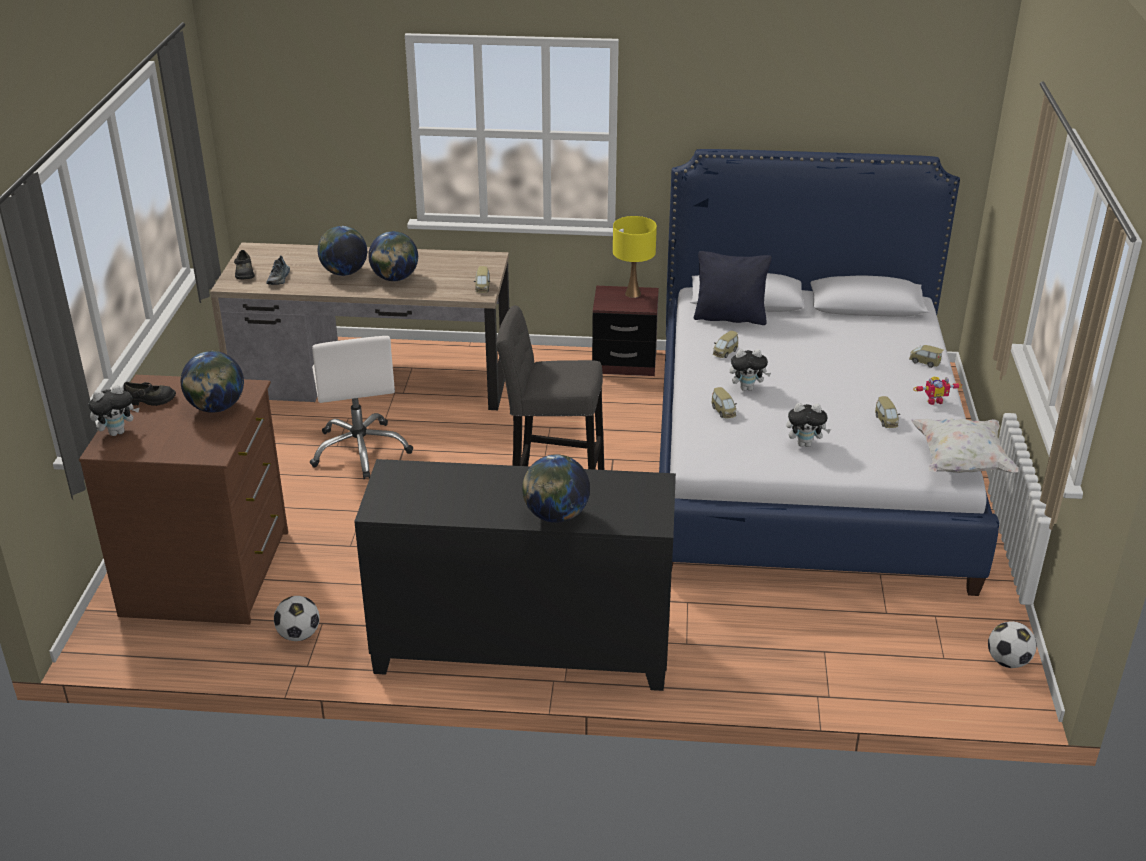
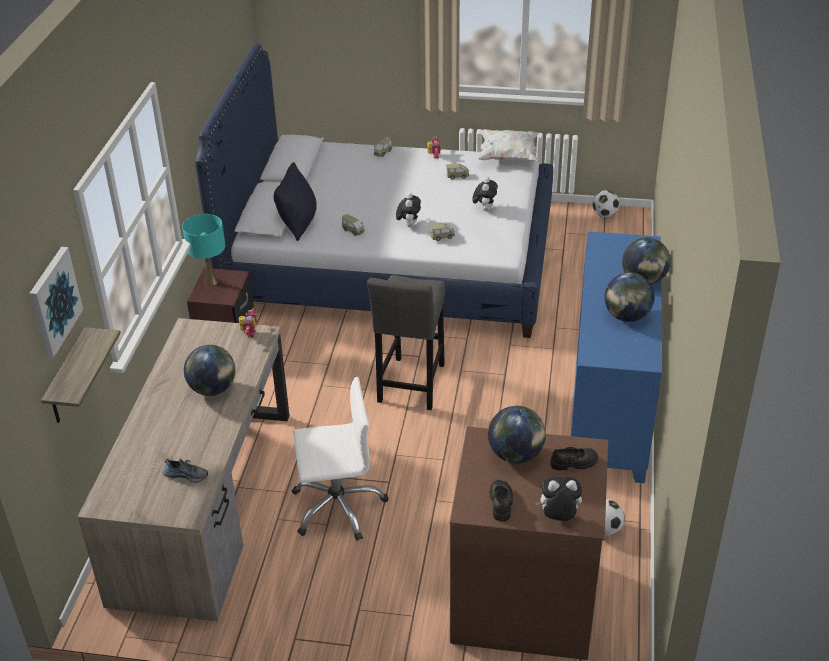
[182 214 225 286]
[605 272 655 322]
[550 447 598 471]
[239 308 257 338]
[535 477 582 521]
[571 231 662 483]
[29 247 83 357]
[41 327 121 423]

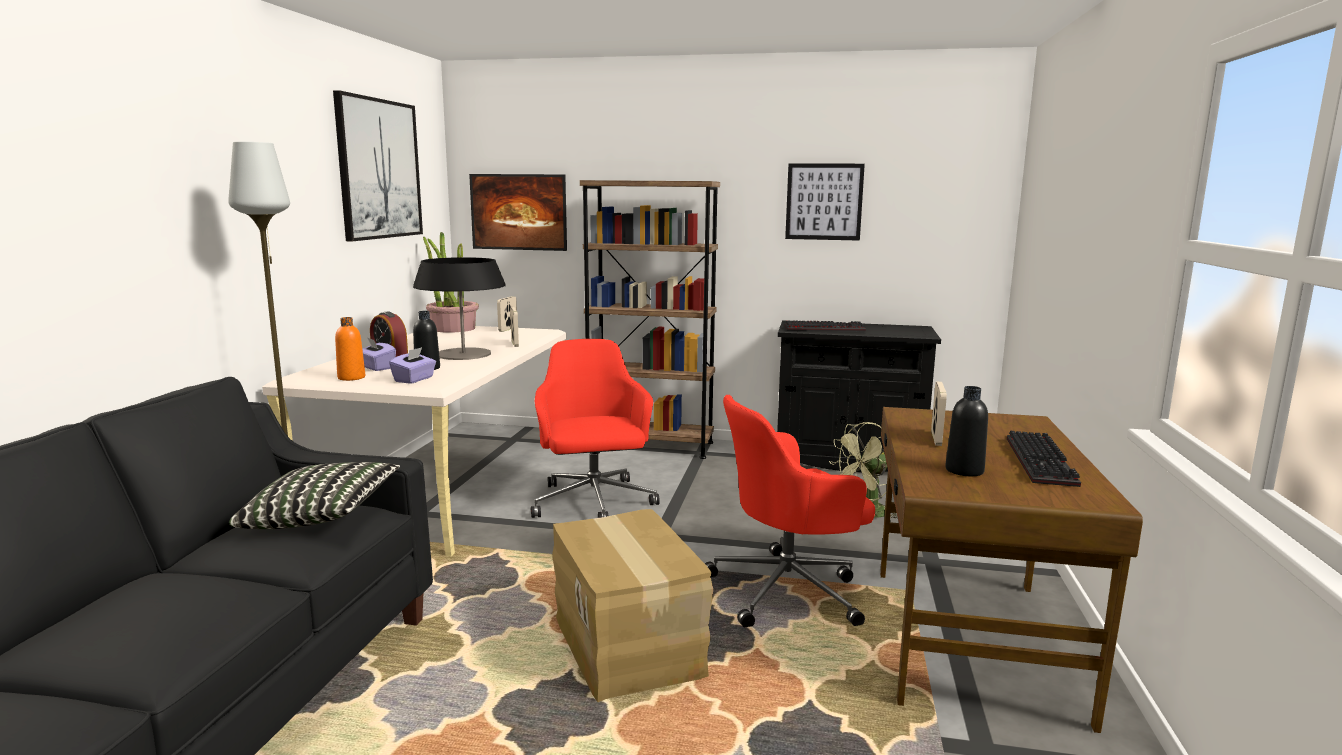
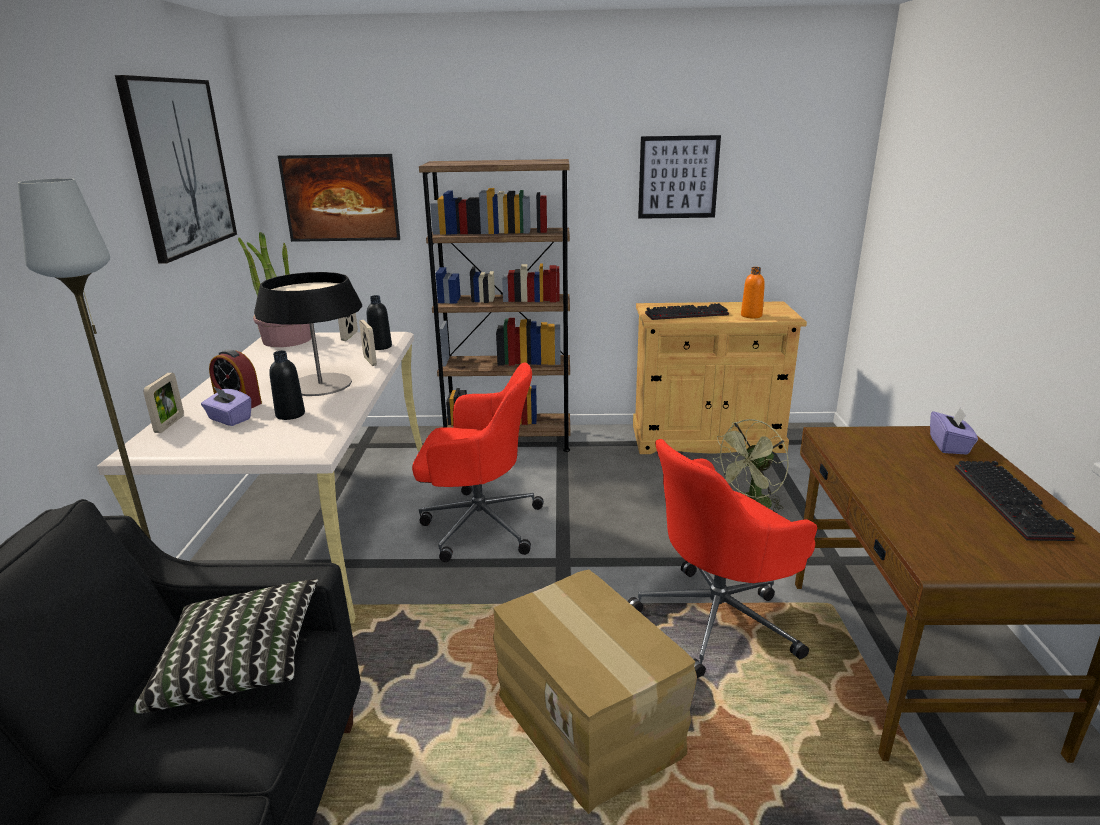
[741 267 765 318]
[633 301 807 454]
[412 363 543 562]
[930 407 978 455]
[143 373 184 433]
[367 295 392 350]

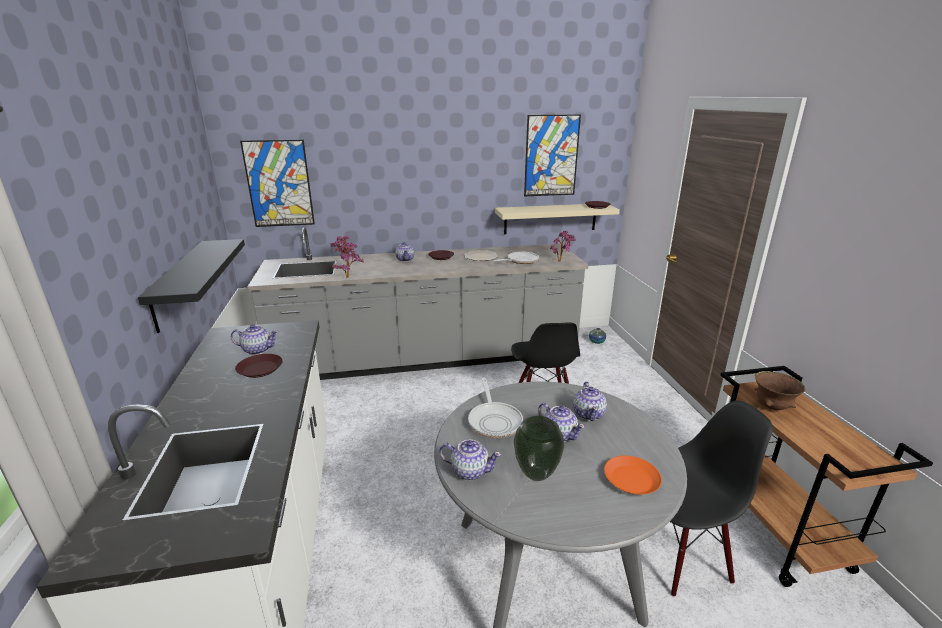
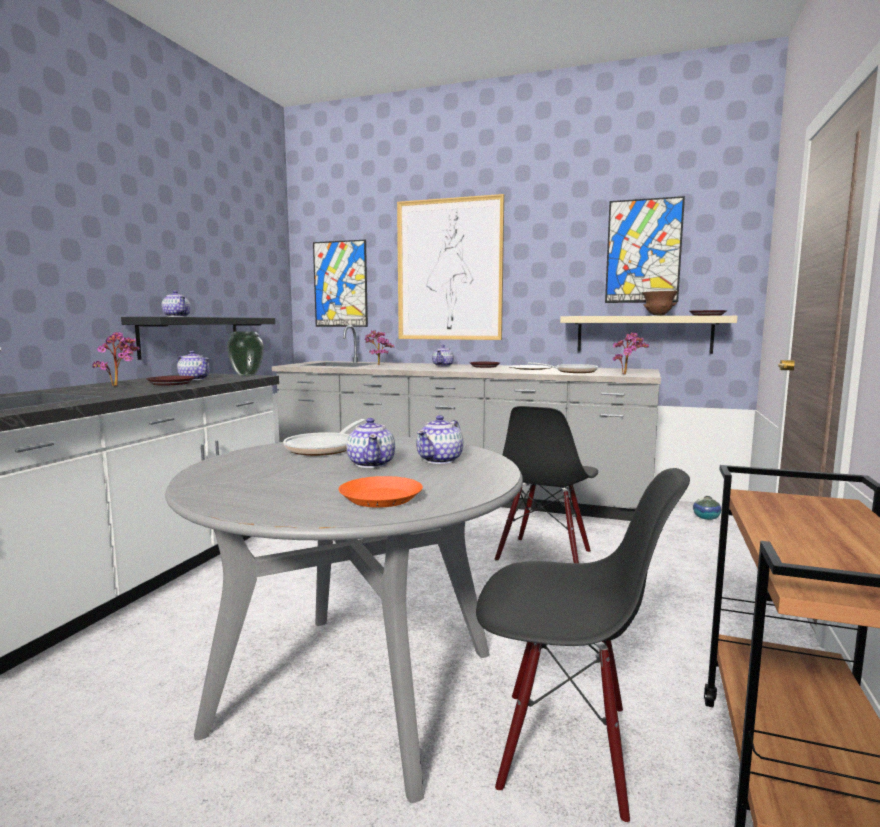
[92 332 140 386]
[642 291 678 316]
[227 331 264 377]
[162 291 191 317]
[397 194 504 340]

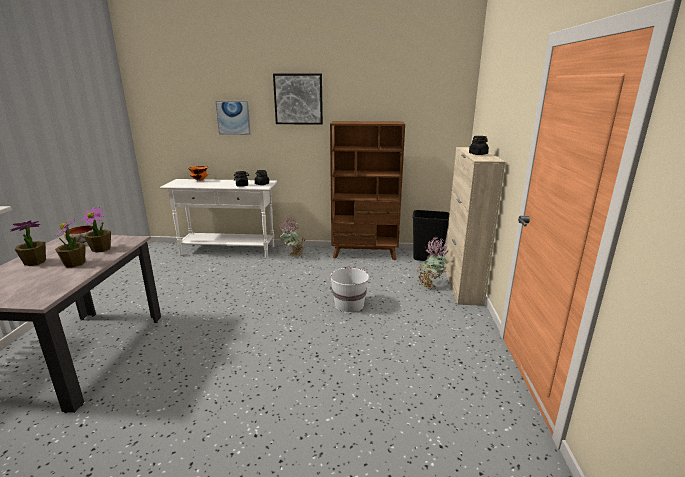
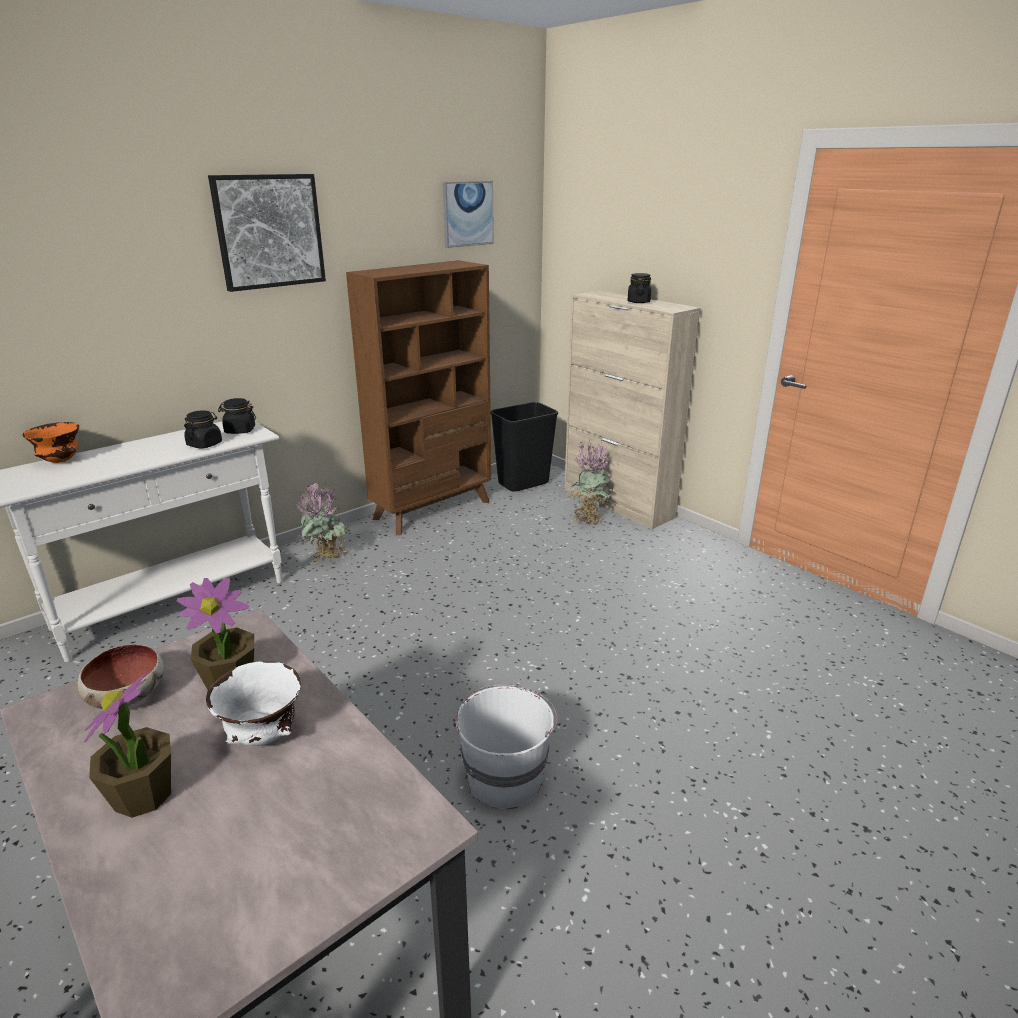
[443 181 494 248]
[206 661 301 746]
[456 684 558 809]

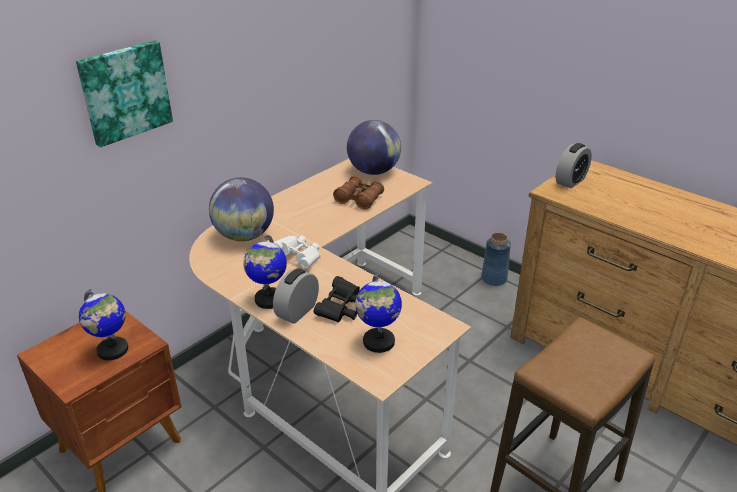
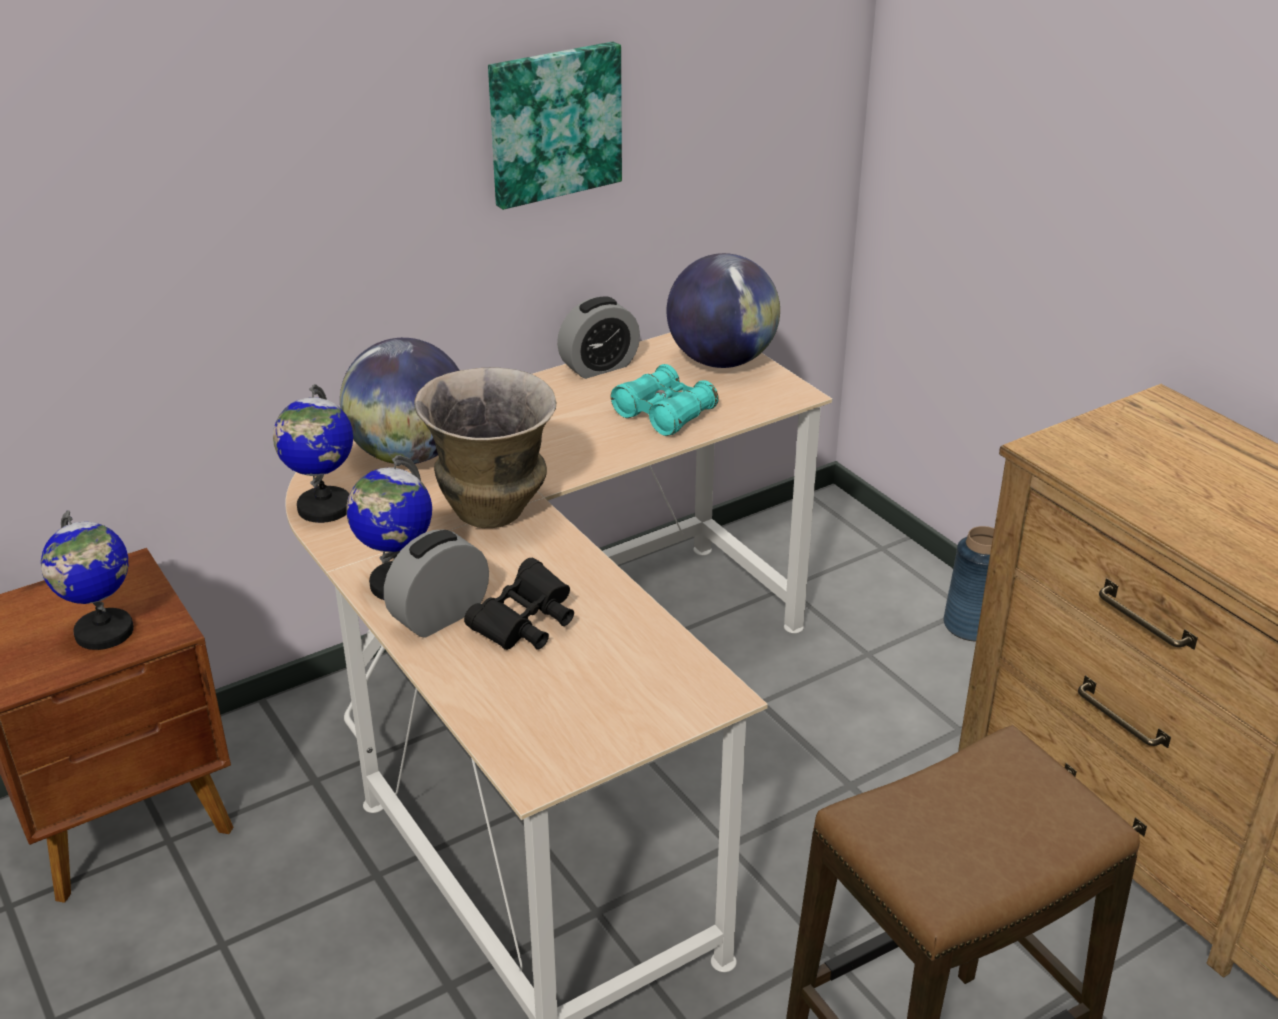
[488 42 622 210]
[557 296 640 379]
[611 364 719 436]
[414 367 556 528]
[273 384 353 523]

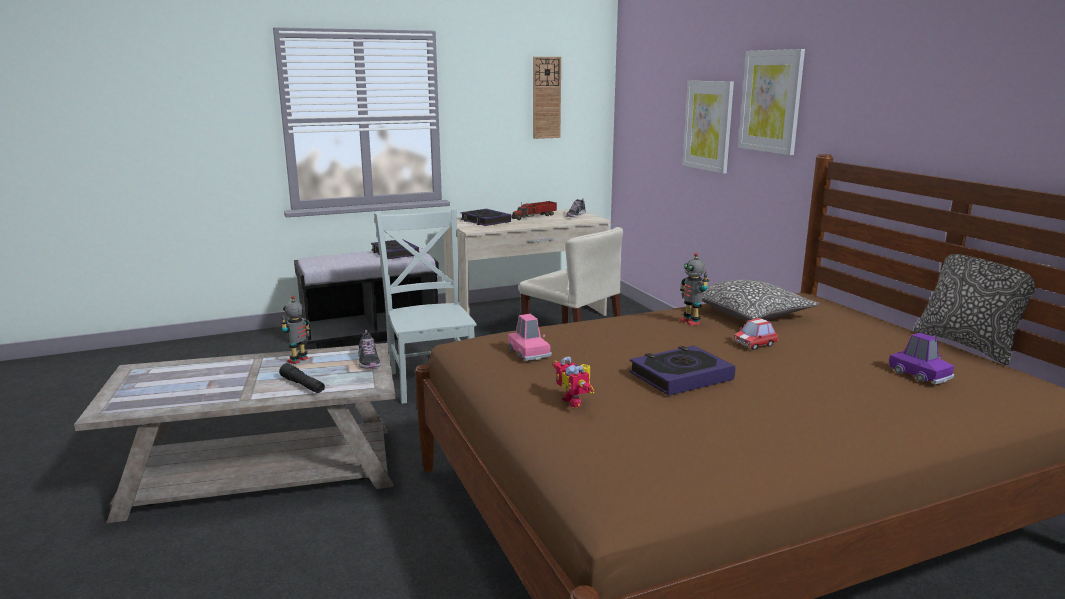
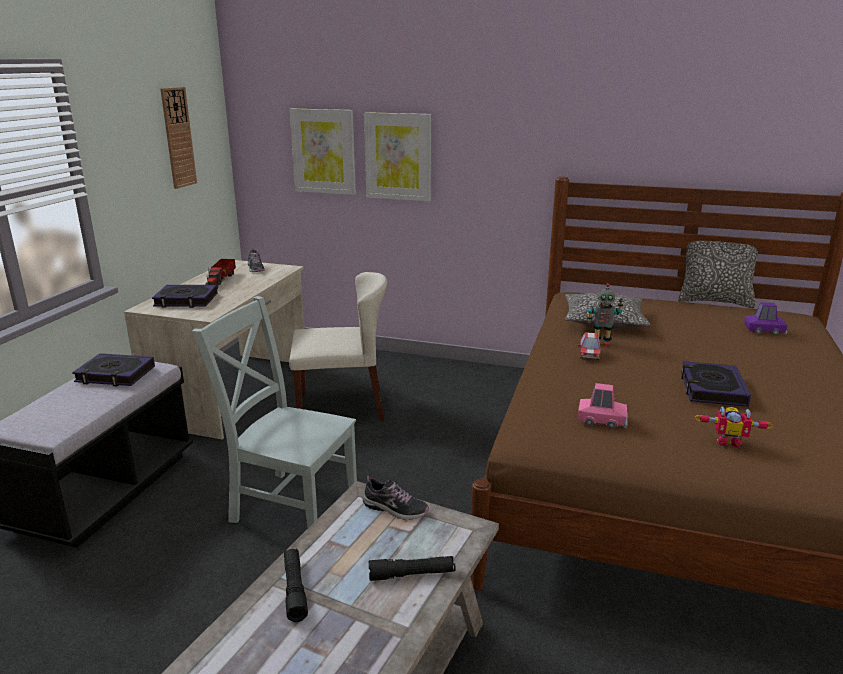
[289 109 356 195]
[281 296 311 364] (first image)
[578 332 603 360]
[284 548 308 622]

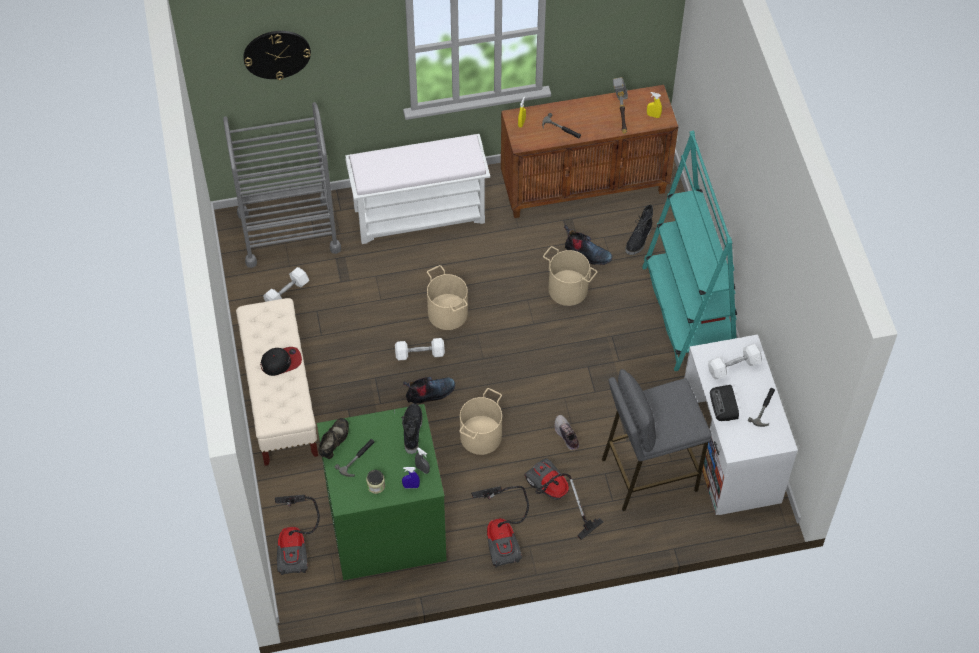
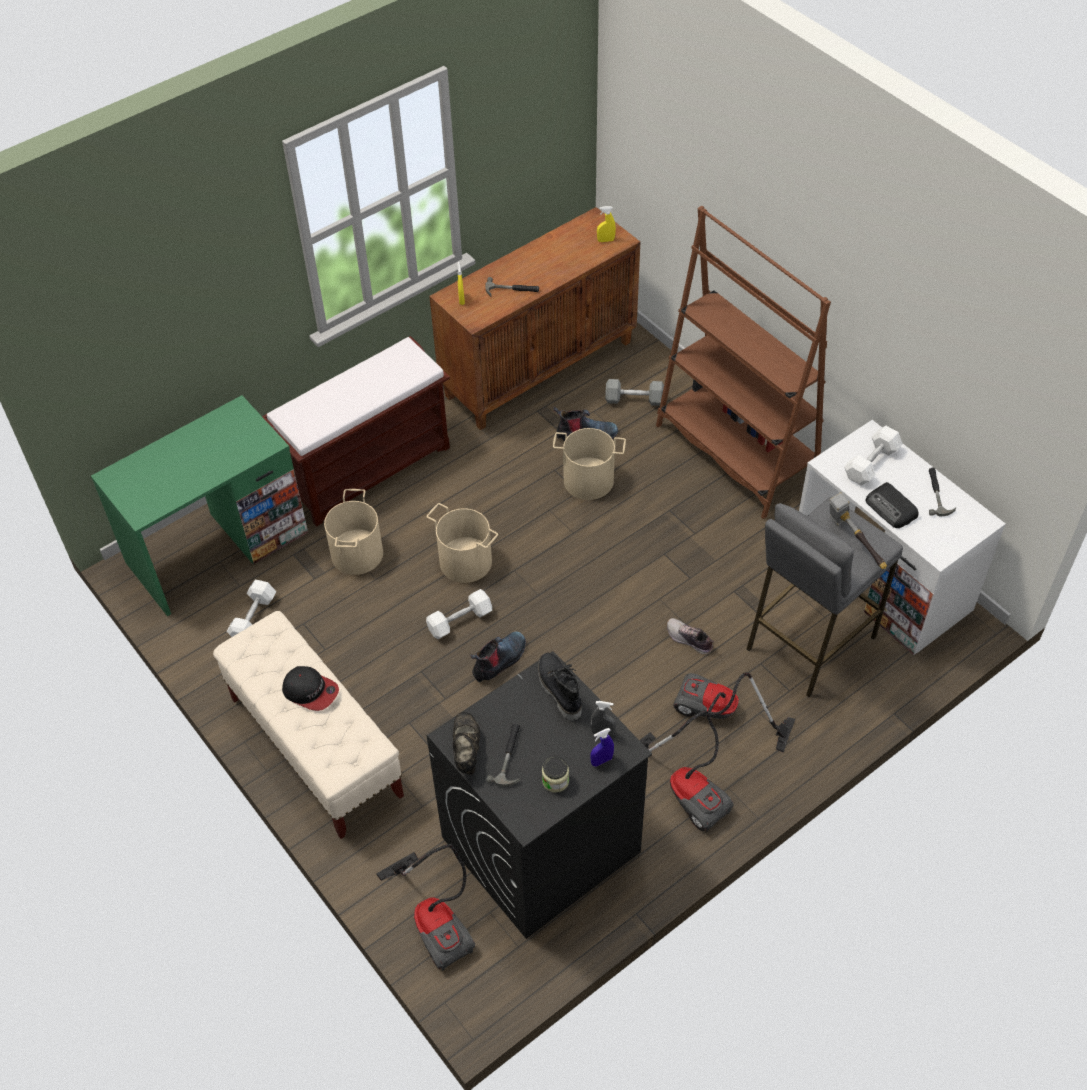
[243 31 311 80] (first image)
[830 492 887 569]
[91 395 308 616]
[656 205 831 519]
[262 336 450 527]
[605 379 664 406]
[282 666 339 711]
[324 489 383 575]
[427 651 652 939]

